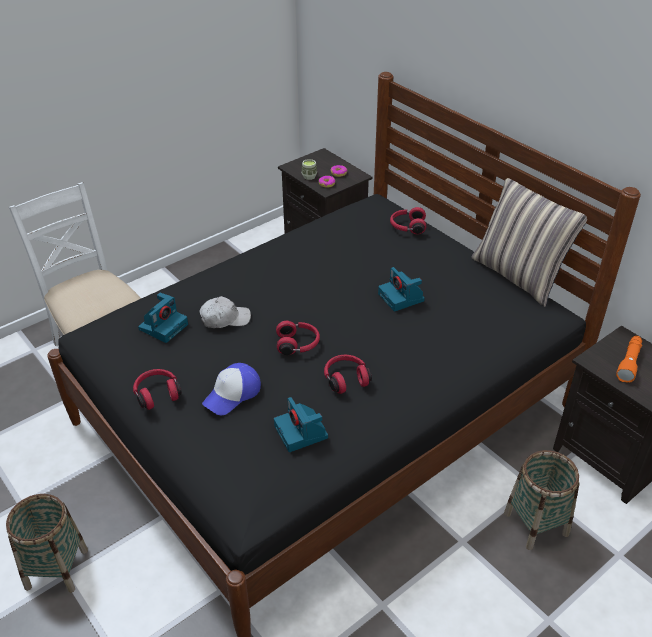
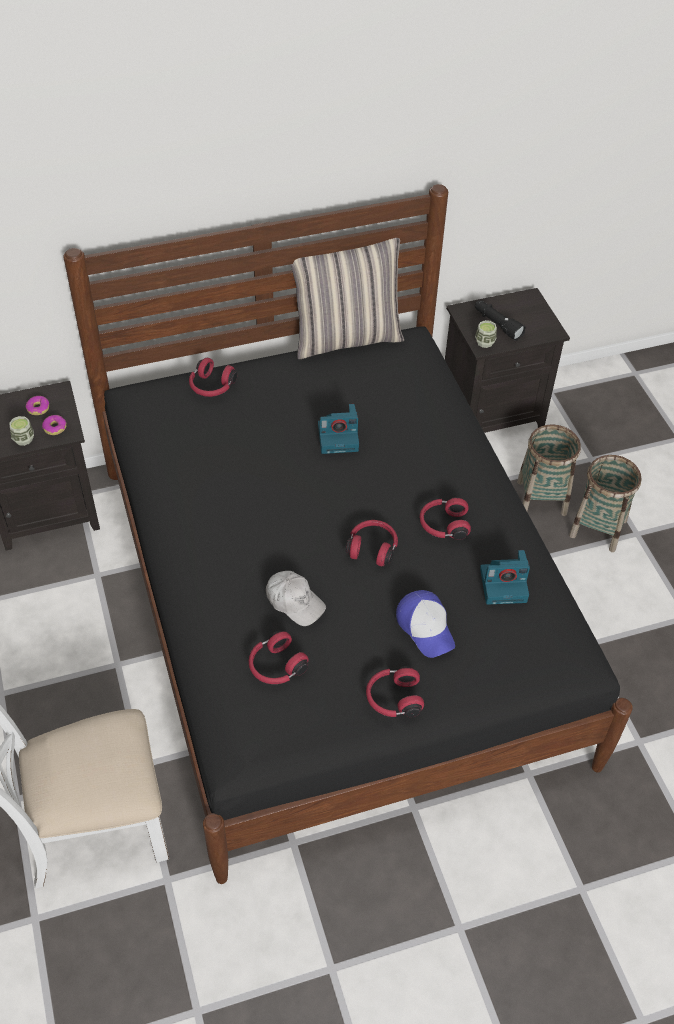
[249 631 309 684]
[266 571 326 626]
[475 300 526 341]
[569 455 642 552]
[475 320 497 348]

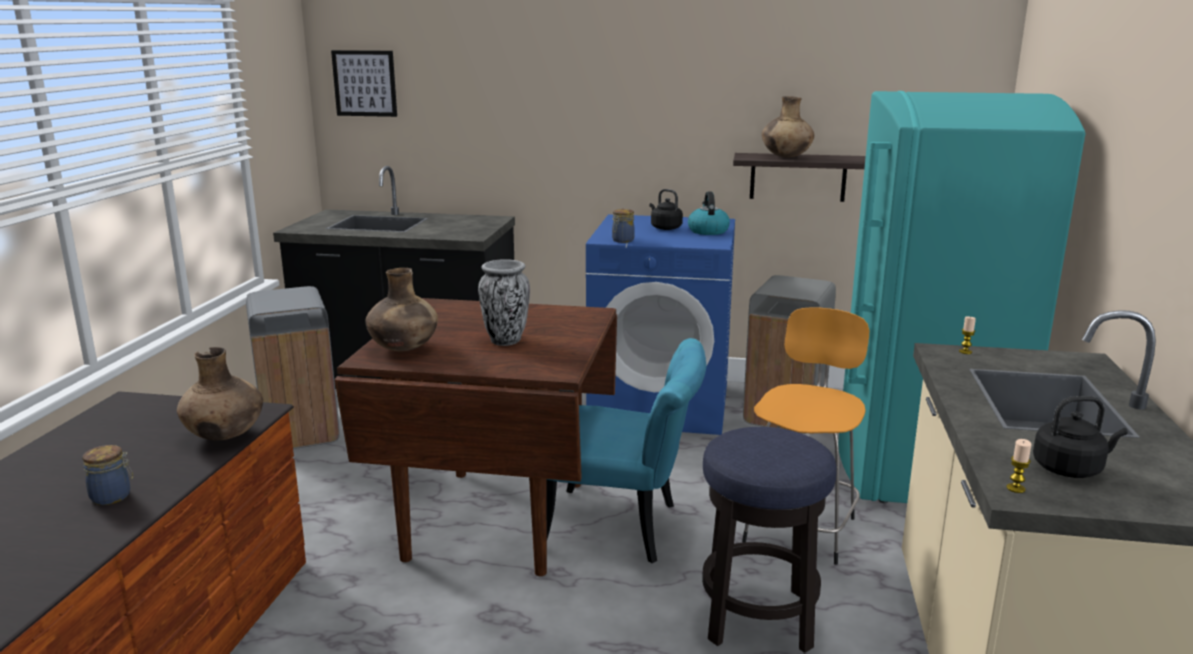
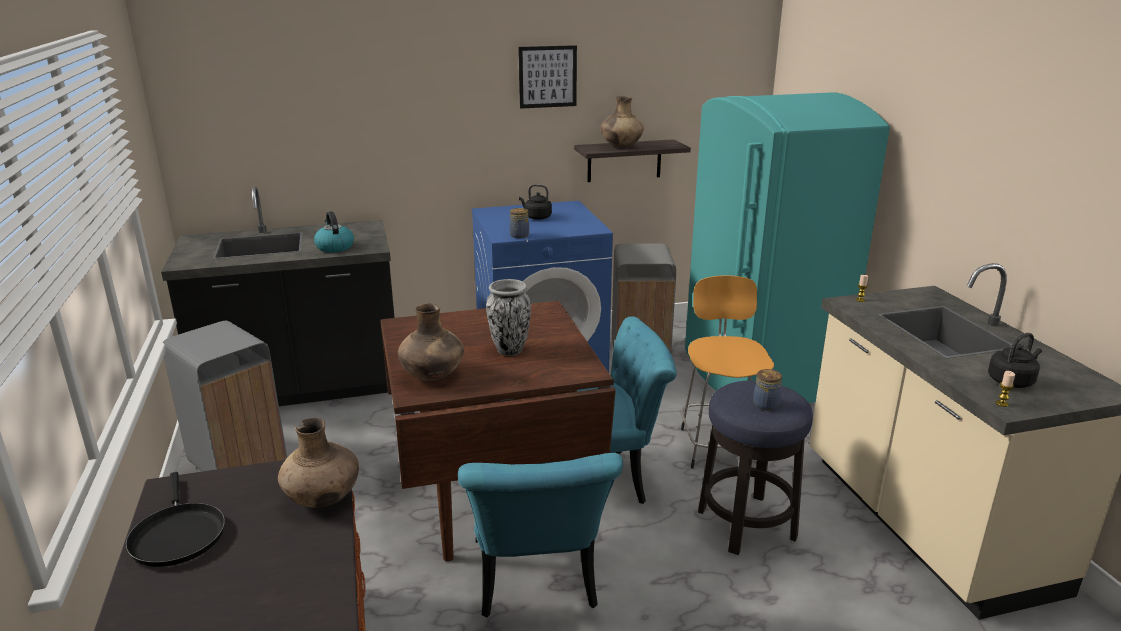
[518 45 577 109]
[314 211 354 253]
[753 369 782 410]
[458 453 623 618]
[126 472 225 567]

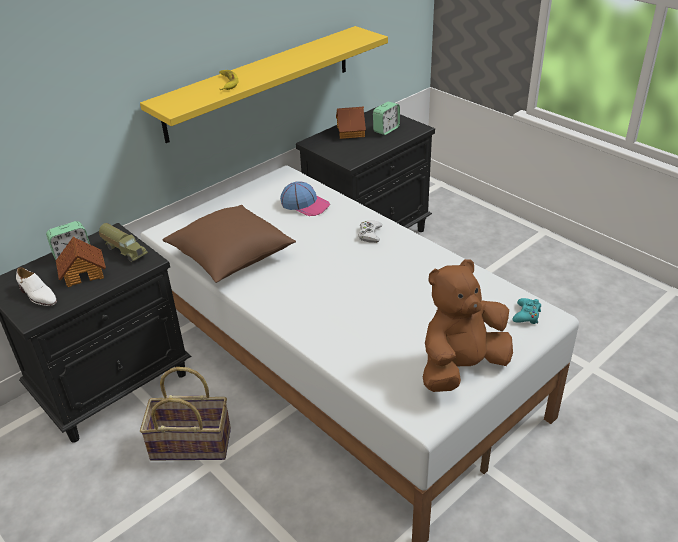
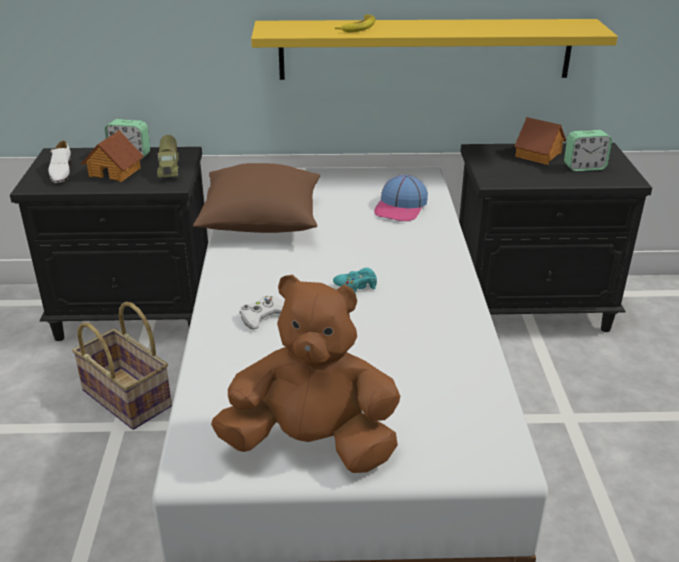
[374 175 428 221]
[239 296 284 329]
[333 268 377 294]

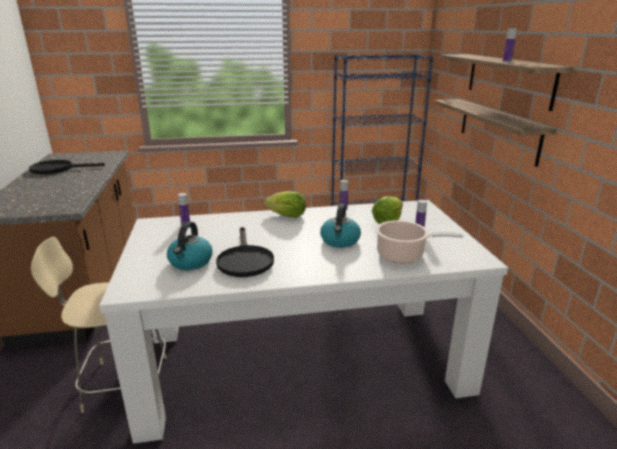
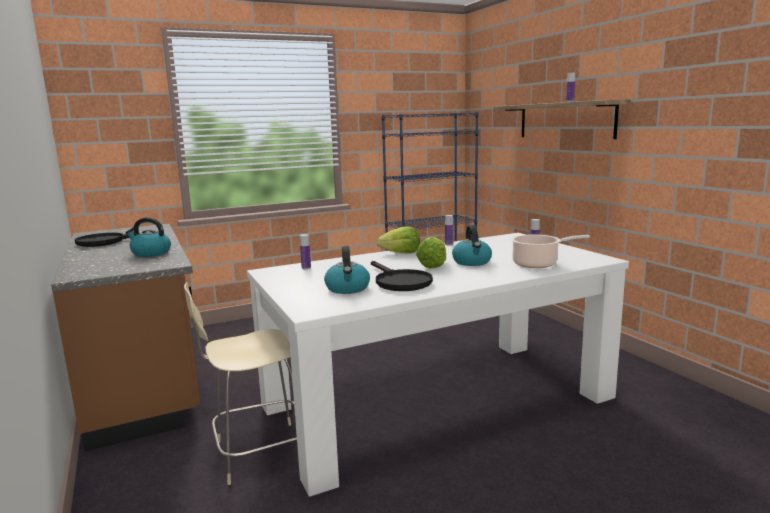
[435 99 557 167] (first image)
[416 237 446 268]
[126 217 171 257]

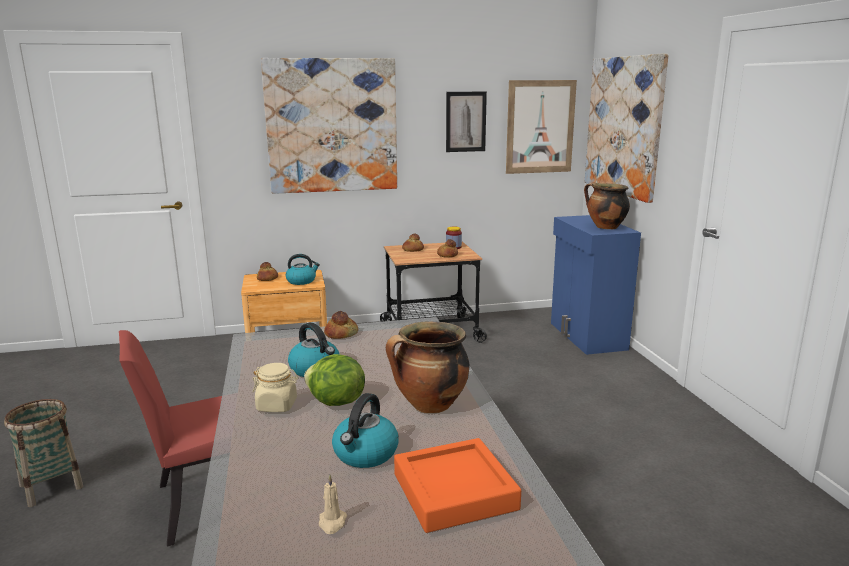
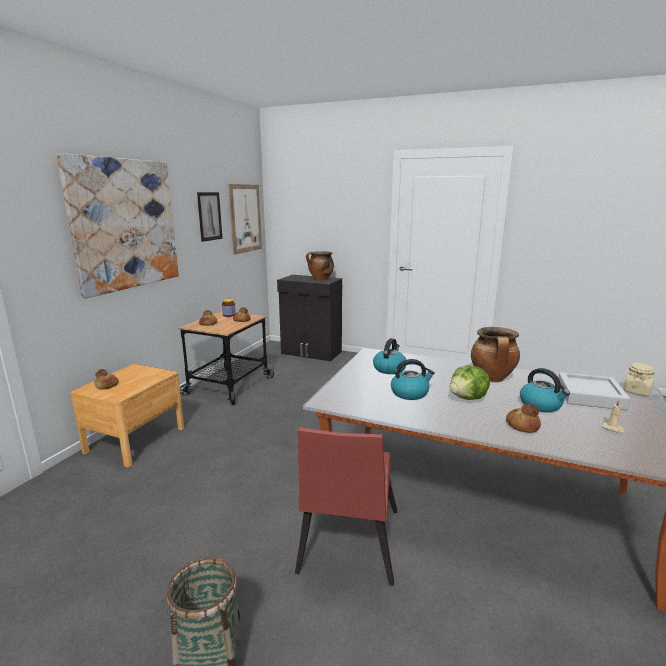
[585 54 668 203] (first image)
[277 275 342 361]
[373 338 406 374]
[506 403 541 433]
[623 363 654 396]
[558 372 630 410]

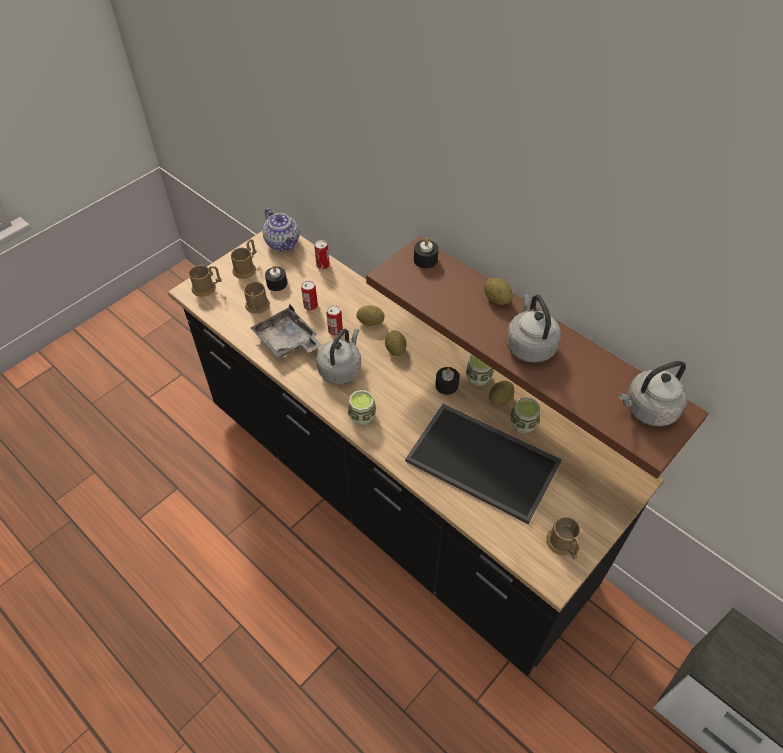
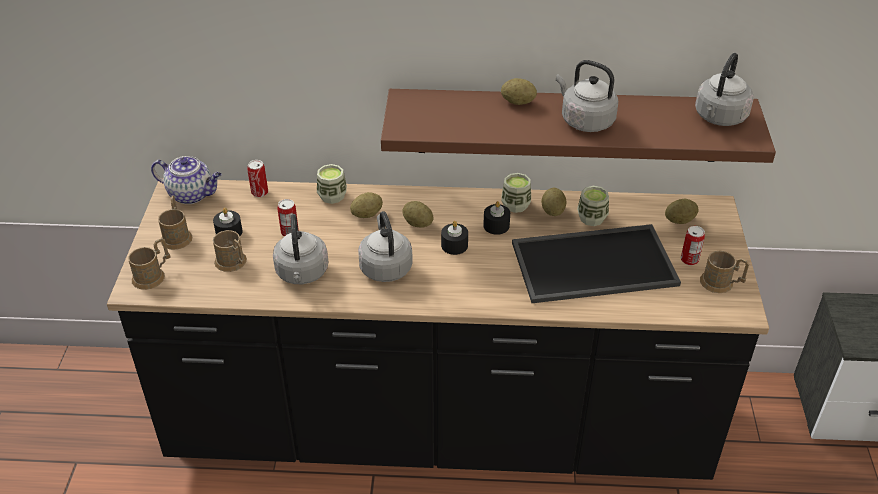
[441 221 468 255]
[273 214 328 284]
[681 226 705 266]
[317 164 347 204]
[665 199 698 224]

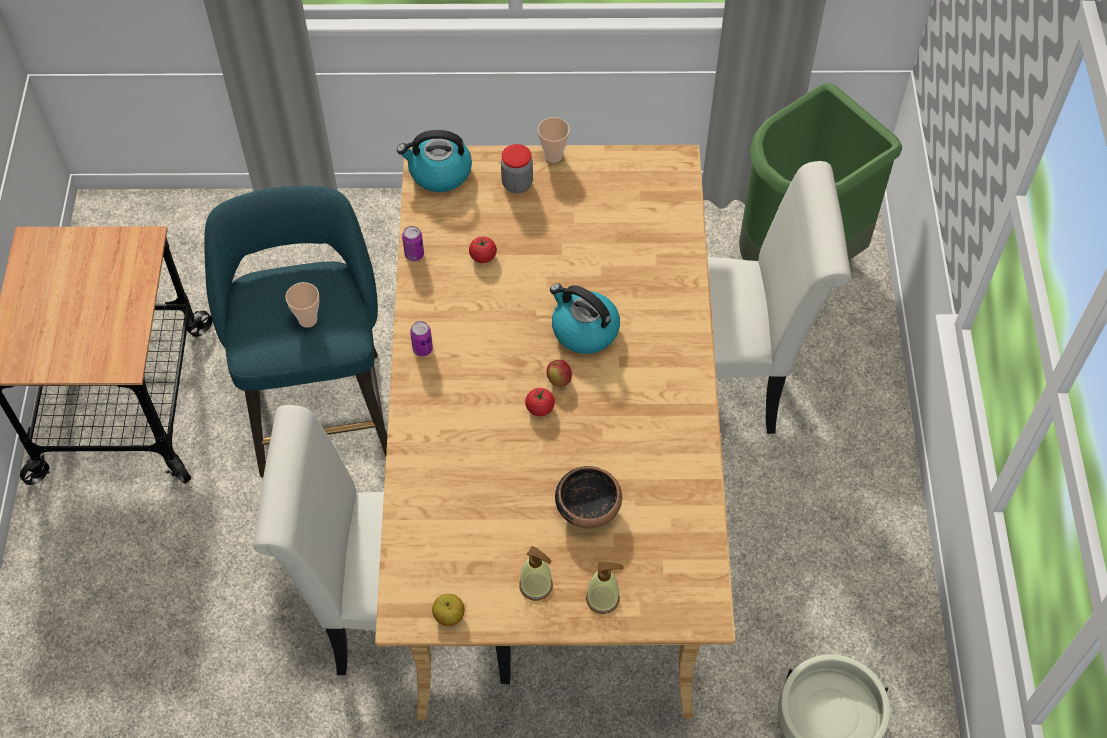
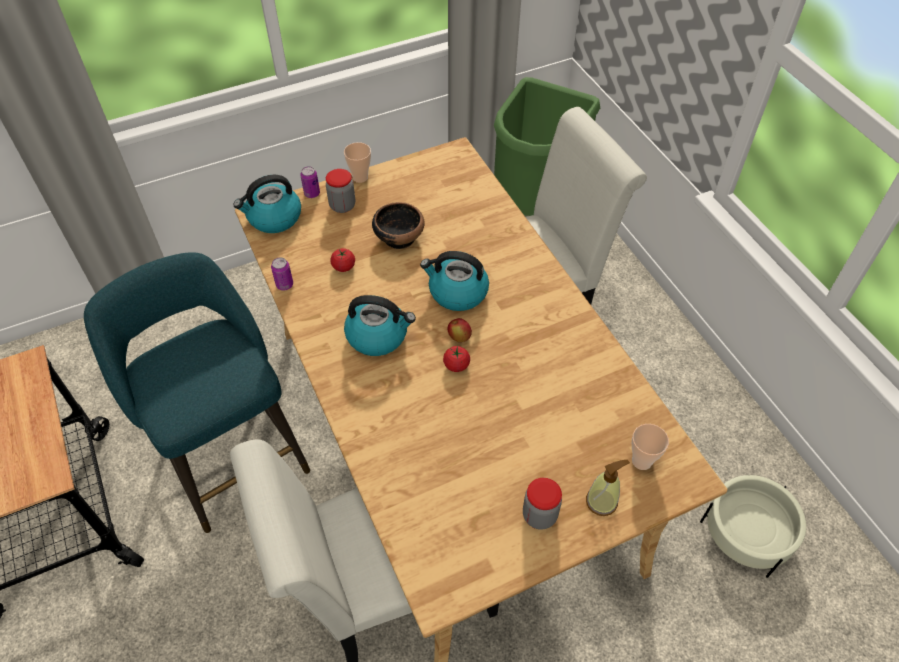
[632 424 669 470]
[300 166 320 198]
[372 202 424 249]
[523 478 562 530]
[432 594 465 626] (first image)
[344 295 416 356]

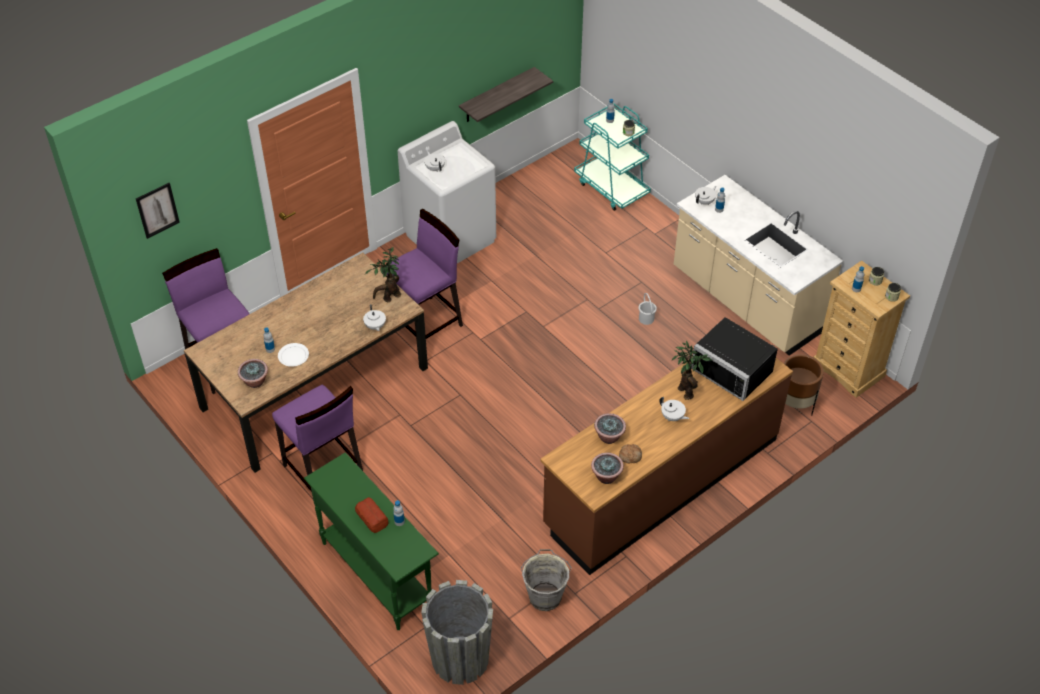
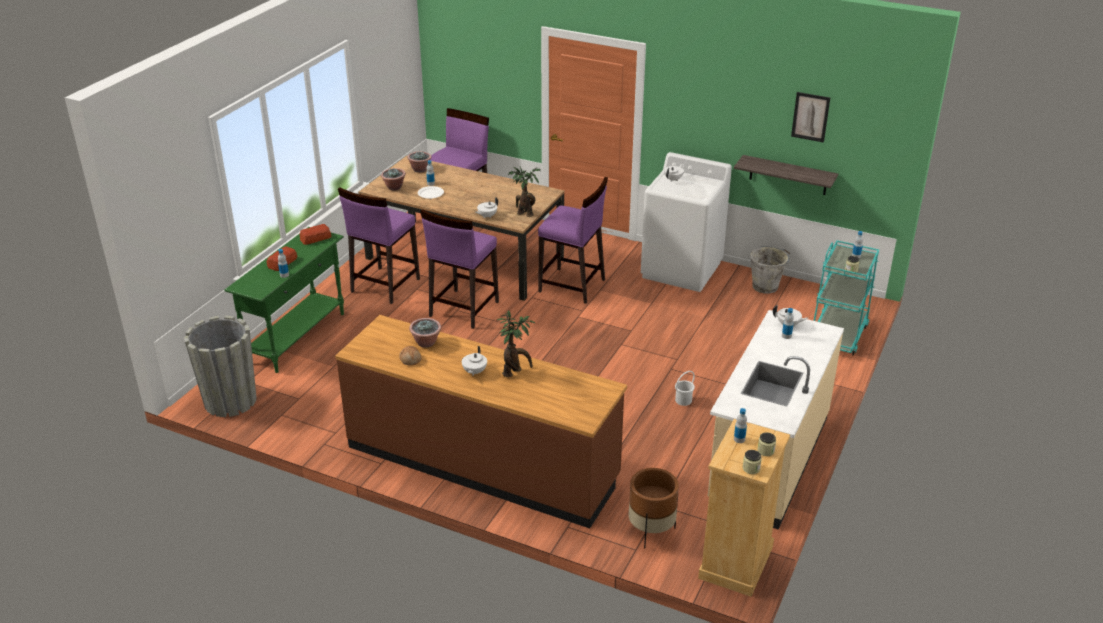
[791 92 830 143]
[691 317 778 401] (first image)
[407 151 432 172]
[750 246 790 293]
[420 209 499 329]
[300 224 331 245]

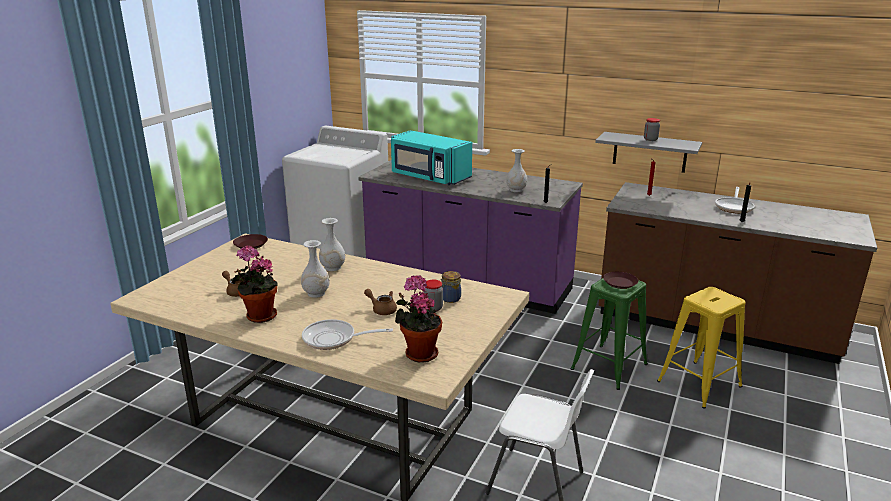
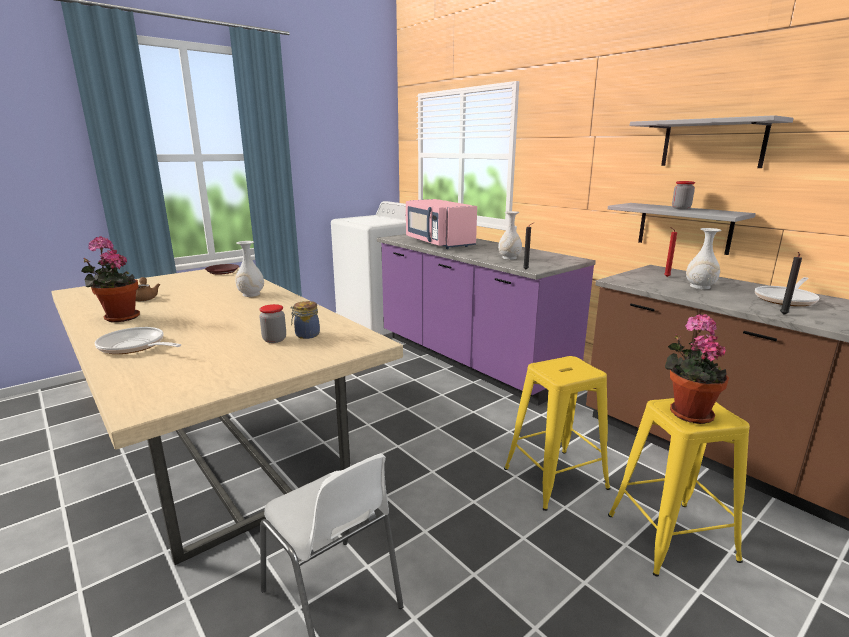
[406 199 477 249]
[686 228 722 289]
[603 272 638 289] (first image)
[665 314 729 424]
[504 356 611 511]
[364 289 397 315] (first image)
[630 115 794 168]

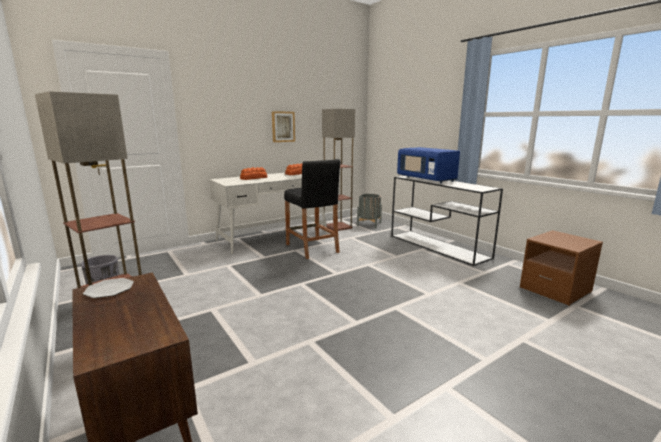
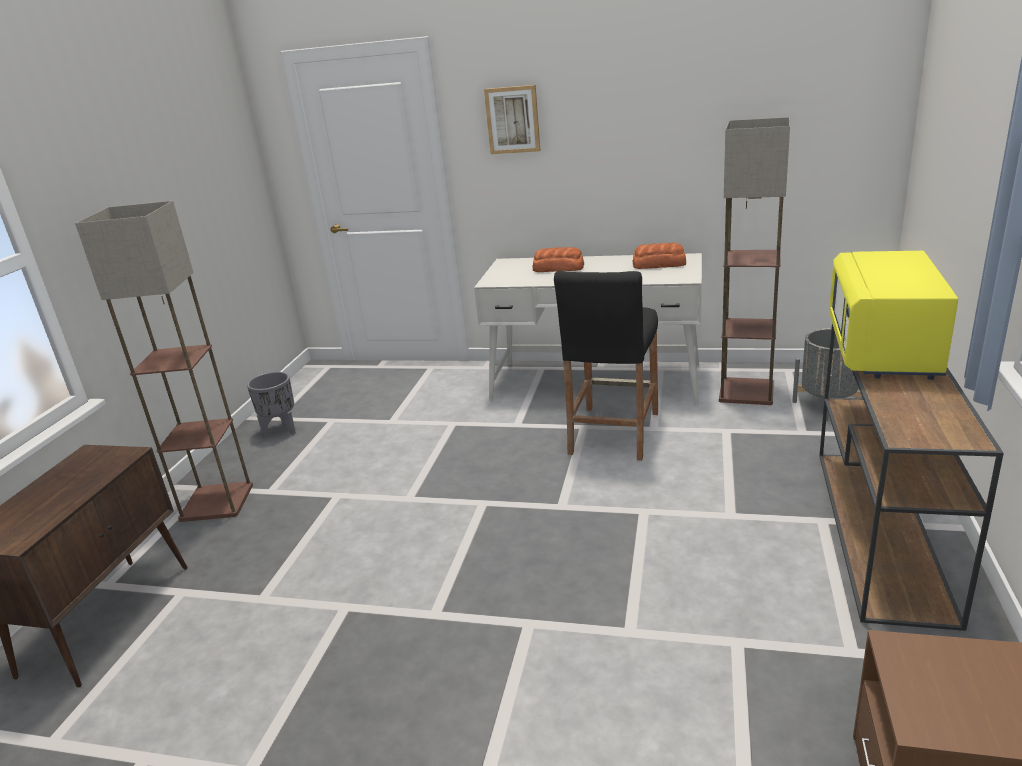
[484 85 541 154]
[829 251 958 380]
[819 324 1004 631]
[83 278 134 298] (first image)

